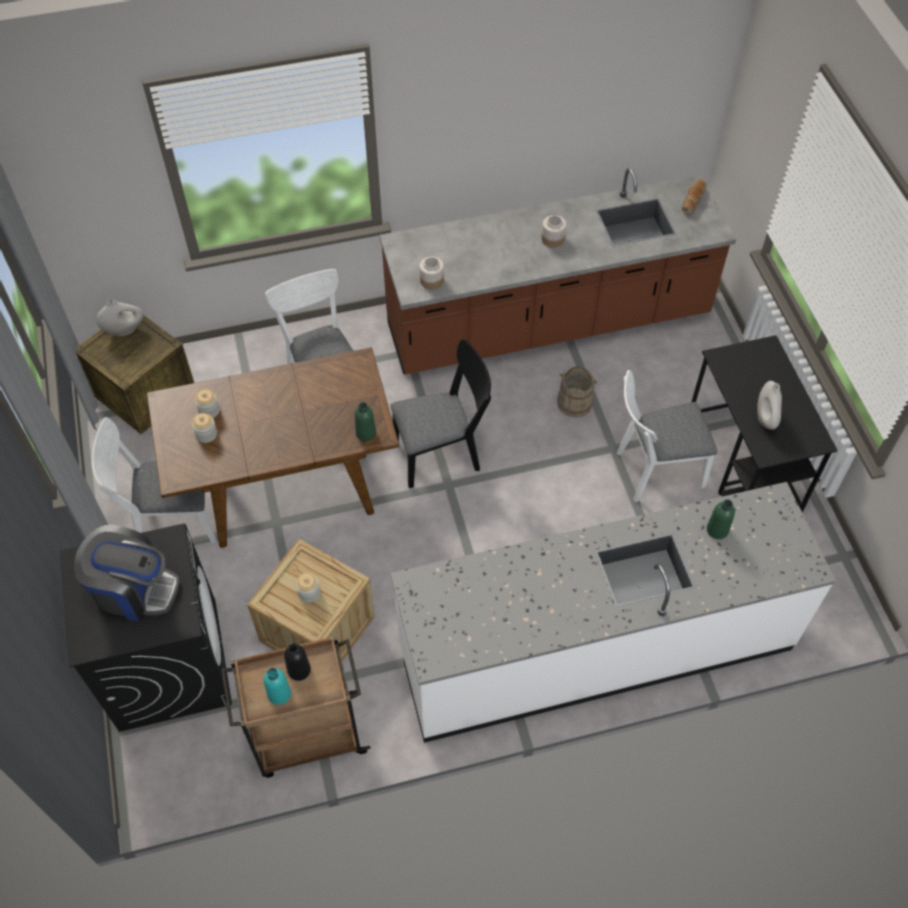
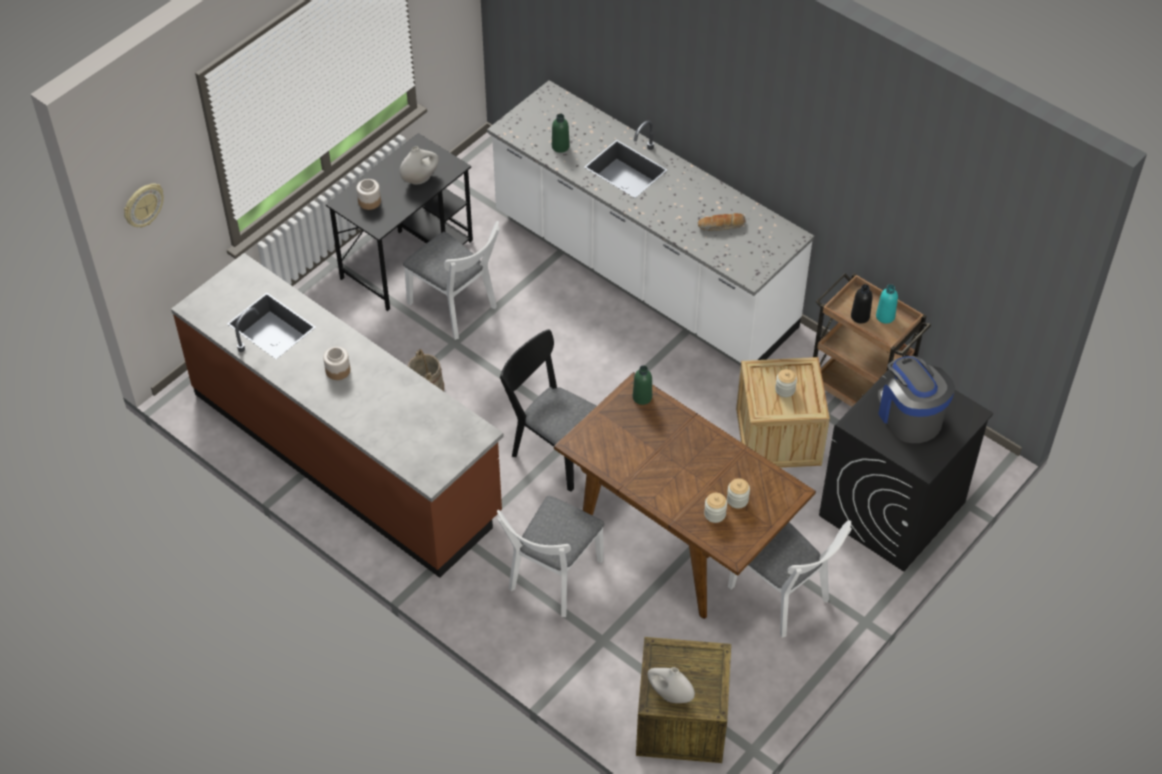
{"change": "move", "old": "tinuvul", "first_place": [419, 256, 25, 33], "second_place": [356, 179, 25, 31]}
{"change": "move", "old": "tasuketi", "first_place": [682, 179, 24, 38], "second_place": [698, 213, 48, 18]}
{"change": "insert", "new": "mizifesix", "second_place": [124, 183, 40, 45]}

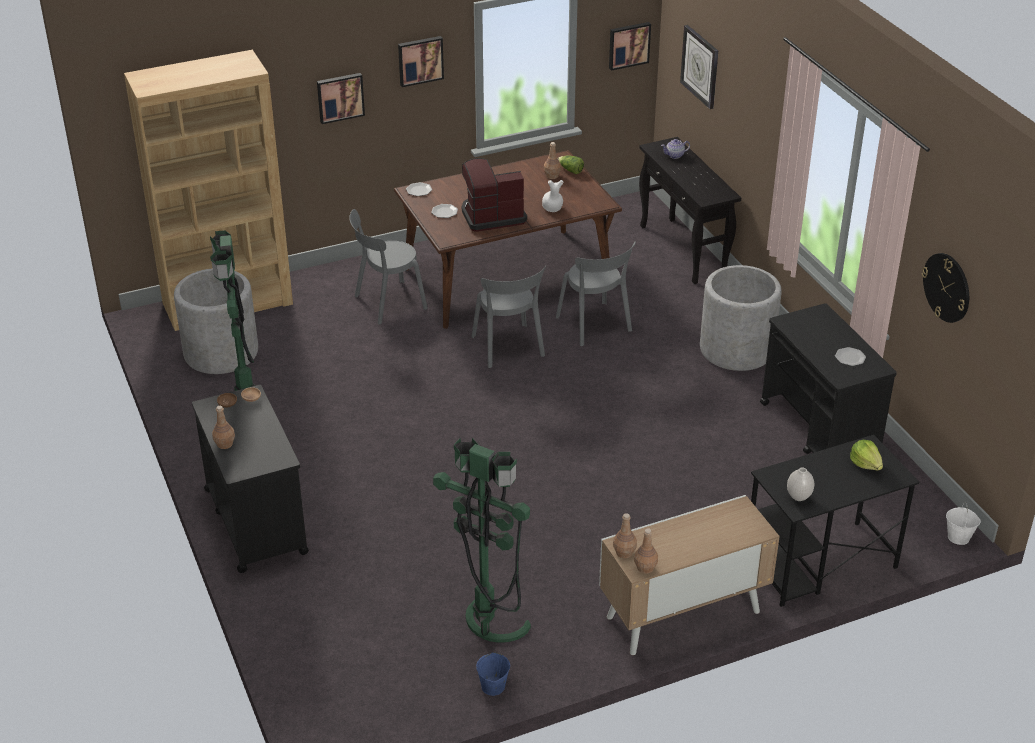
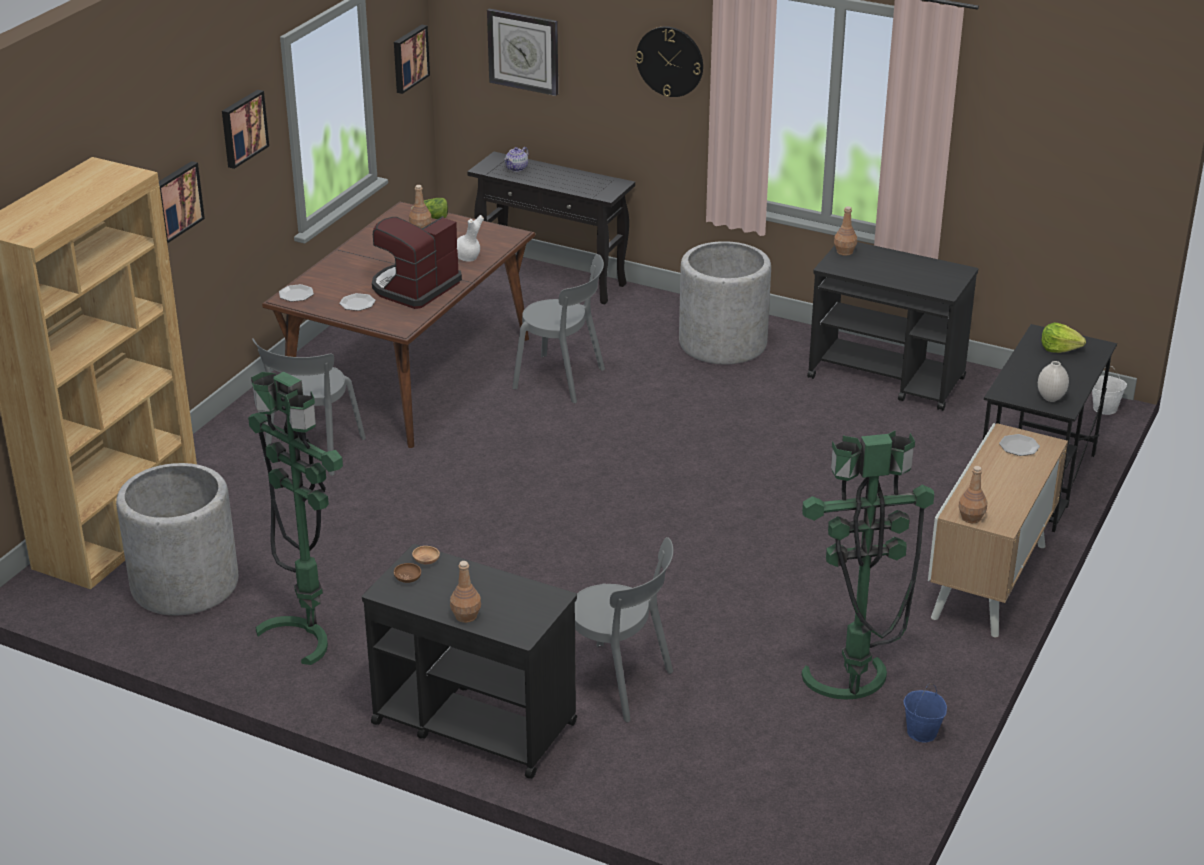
{"change": "move", "old": "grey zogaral", "first_place": [471, 266, 75, 102], "second_place": [575, 537, 98, 185]}
{"change": "move", "old": "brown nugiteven", "first_place": [634, 528, 24, 46], "second_place": [834, 206, 23, 50]}
{"change": "move", "old": "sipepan", "first_place": [835, 347, 31, 19], "second_place": [999, 434, 41, 22]}
{"change": "move", "old": "mizifesix", "first_place": [922, 253, 47, 70], "second_place": [636, 26, 67, 71]}

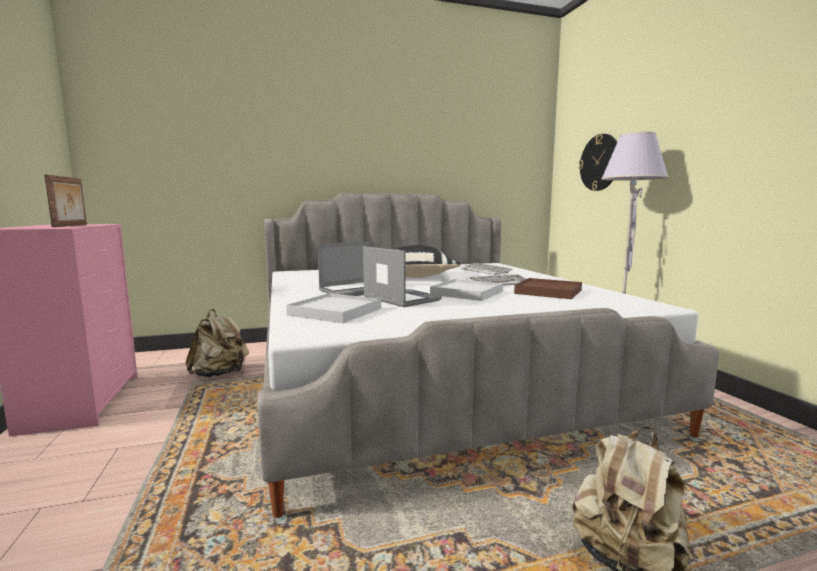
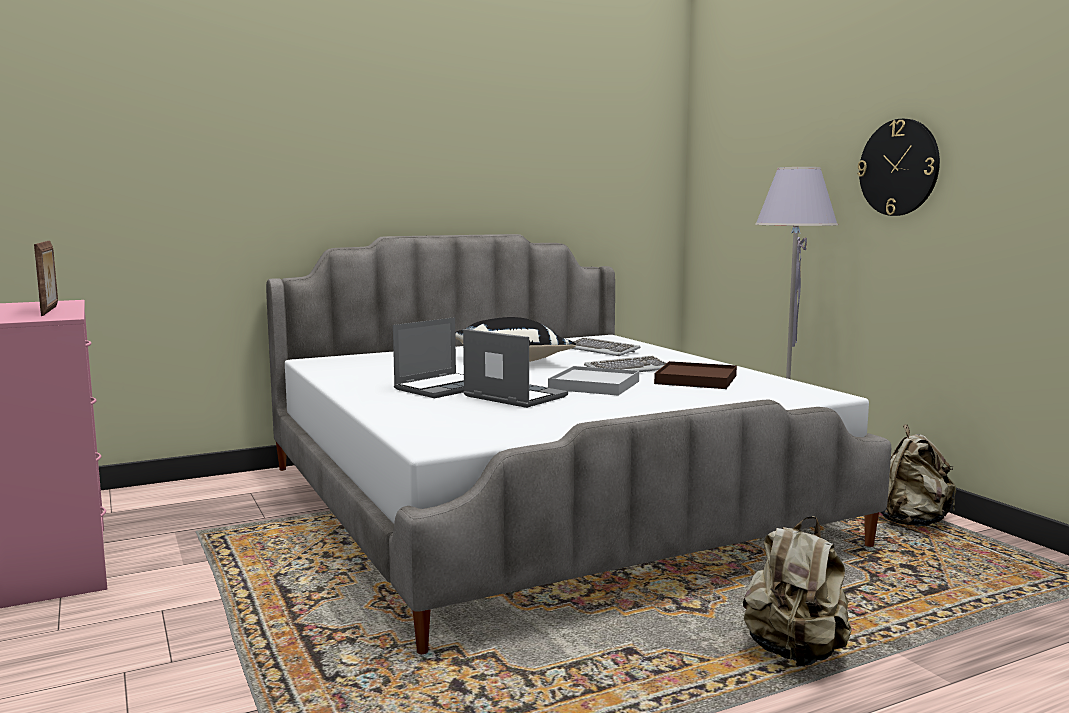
{"change": "move", "old": "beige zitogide", "first_place": [186, 309, 63, 68], "second_place": [880, 424, 76, 103]}
{"change": "delete", "old": "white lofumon", "first_place": [286, 293, 95, 30]}
{"change": "move", "old": "mizifesix", "first_place": [579, 134, 38, 57], "second_place": [857, 119, 83, 97]}

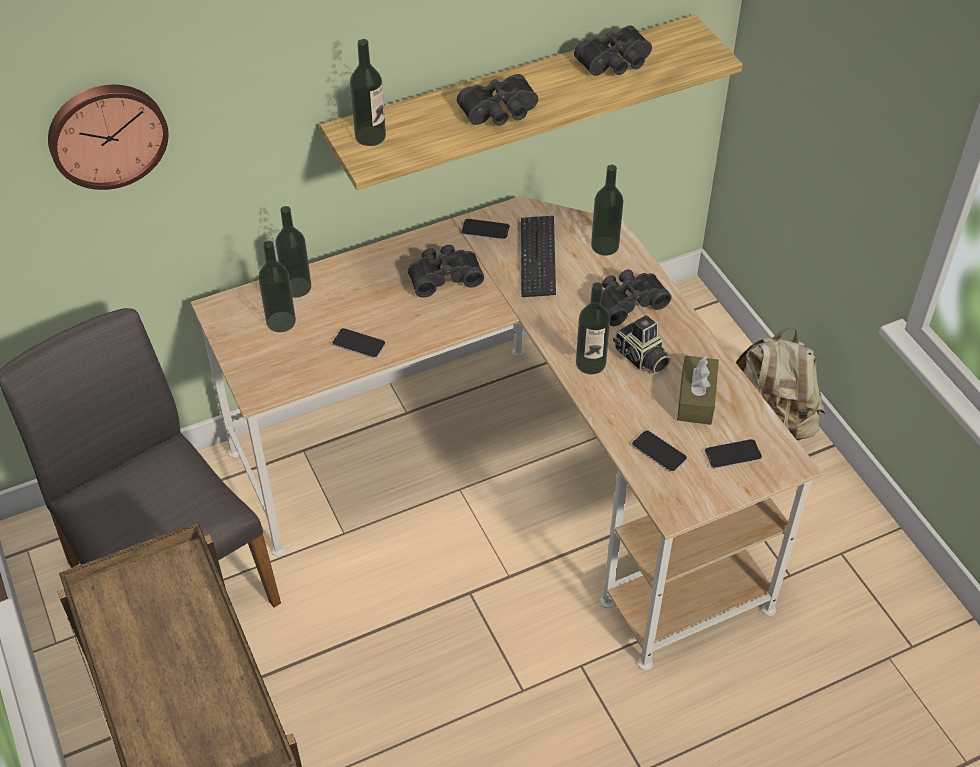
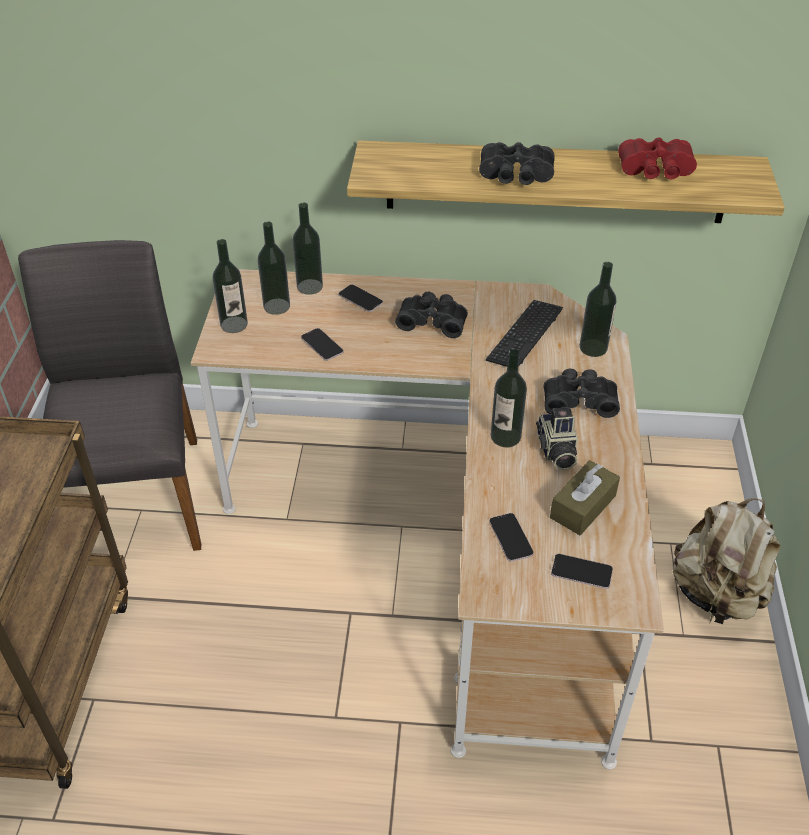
{"change": "delete", "old": "mizifesix", "first_place": [48, 85, 120, 105]}
{"change": "move", "old": "nugiteven", "first_place": [350, 39, 36, 107], "second_place": [213, 239, 35, 94]}
{"change": "move", "old": "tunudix", "first_place": [461, 219, 49, 21], "second_place": [338, 284, 45, 28]}
{"change": "recolor", "old": "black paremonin", "new": "red paremonin", "first_place": [574, 25, 78, 51], "second_place": [618, 137, 79, 43]}

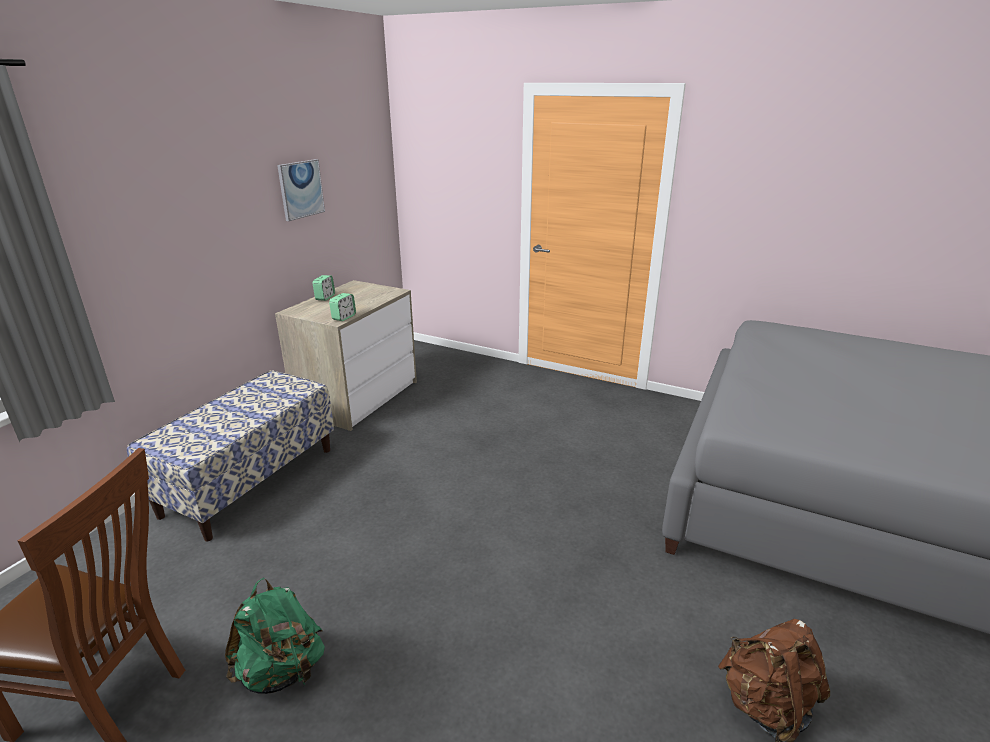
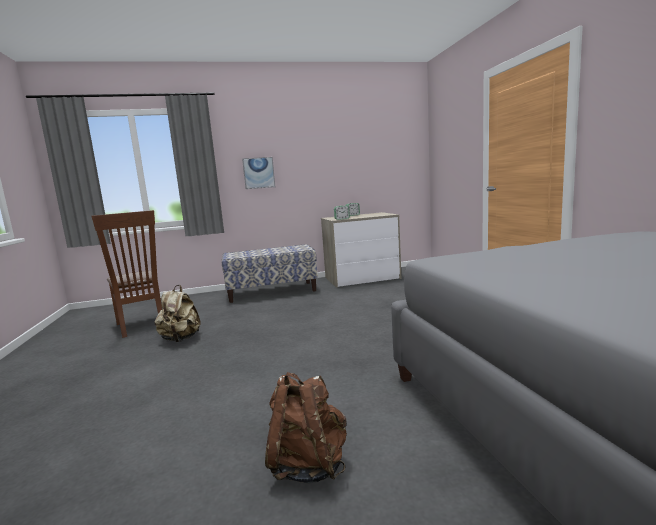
{"change": "recolor", "old": "green zitogide", "new": "beige zitogide", "first_place": [225, 578, 100, 116], "second_place": [154, 285, 47, 57]}
{"change": "move", "old": "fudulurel", "first_place": [277, 159, 48, 62], "second_place": [242, 157, 33, 32]}

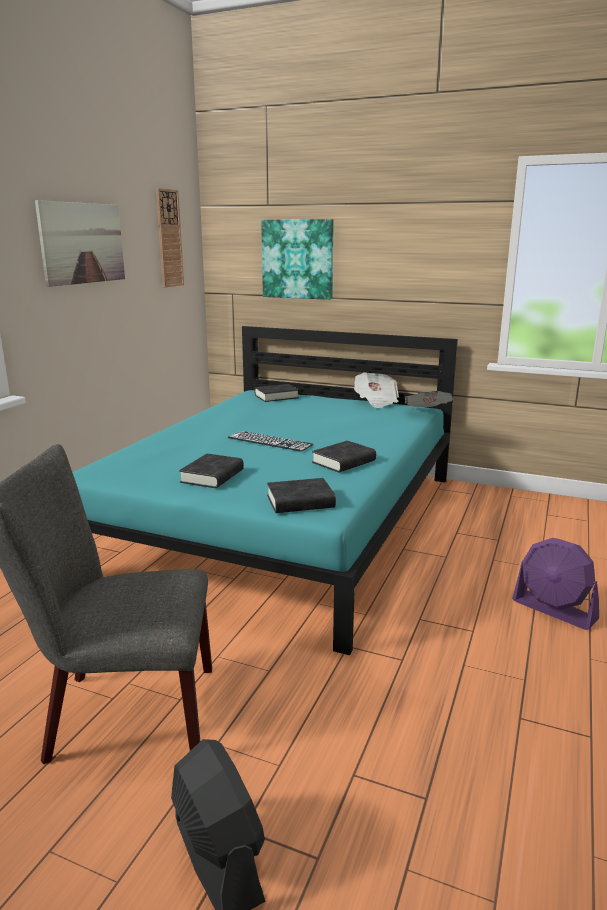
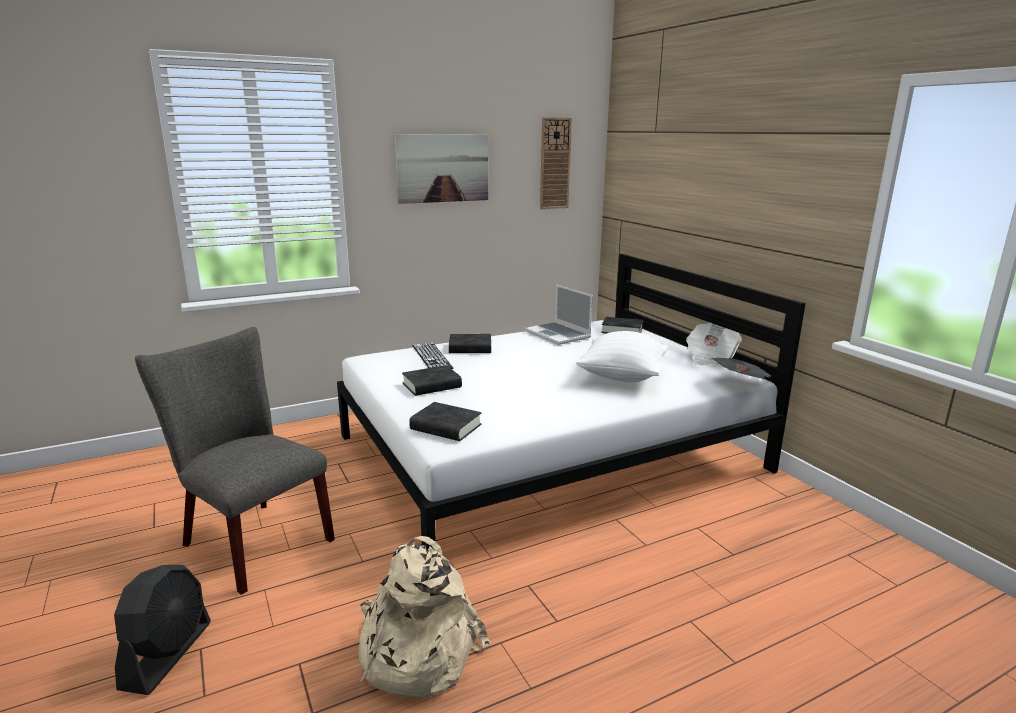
{"change": "recolor", "old": "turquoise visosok", "new": "white visosok", "first_place": [72, 326, 386, 329], "second_place": [337, 254, 469, 296]}
{"change": "move", "old": "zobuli", "first_place": [228, 431, 86, 21], "second_place": [412, 343, 41, 26]}
{"change": "delete", "old": "fudulurel", "first_place": [261, 219, 73, 81]}
{"change": "move", "old": "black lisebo", "first_place": [312, 441, 64, 31], "second_place": [449, 334, 42, 19]}
{"change": "delete", "old": "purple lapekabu", "first_place": [512, 538, 87, 92]}
{"change": "insert", "new": "beige zitogide", "second_place": [358, 536, 131, 162]}
{"change": "insert", "new": "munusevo", "second_place": [525, 285, 68, 60]}
{"change": "insert", "new": "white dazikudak", "second_place": [576, 331, 92, 51]}

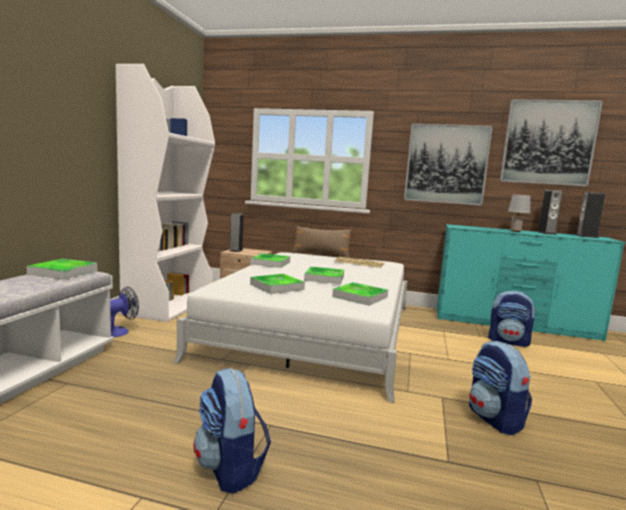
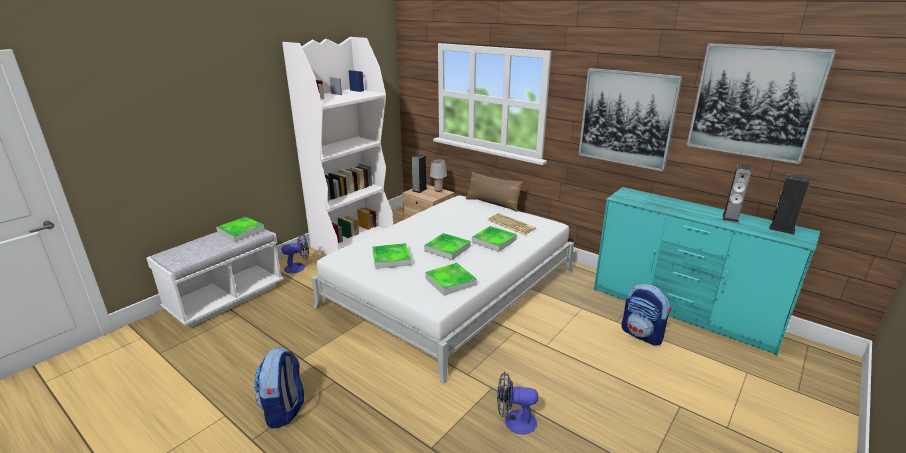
{"change": "move", "old": "lofumon", "first_place": [250, 253, 40, 15], "second_place": [472, 226, 45, 26]}
{"change": "replace", "old": "zitogide", "new": "lapekabu", "first_place": [469, 341, 63, 94], "second_place": [497, 372, 41, 62]}
{"change": "move", "old": "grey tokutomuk", "first_place": [508, 194, 23, 38], "second_place": [430, 159, 17, 33]}

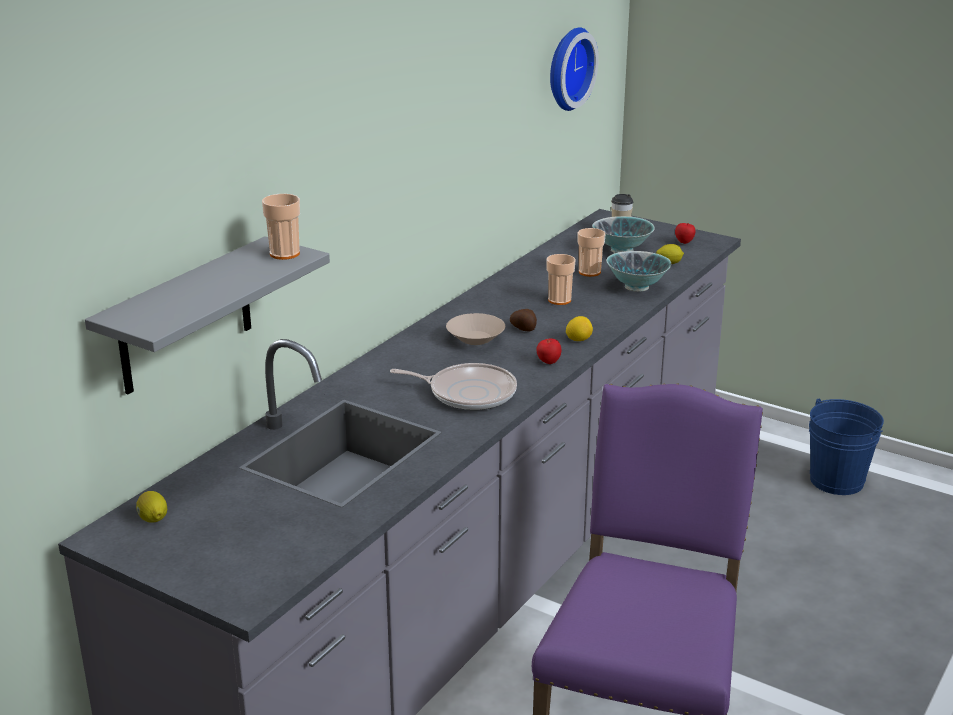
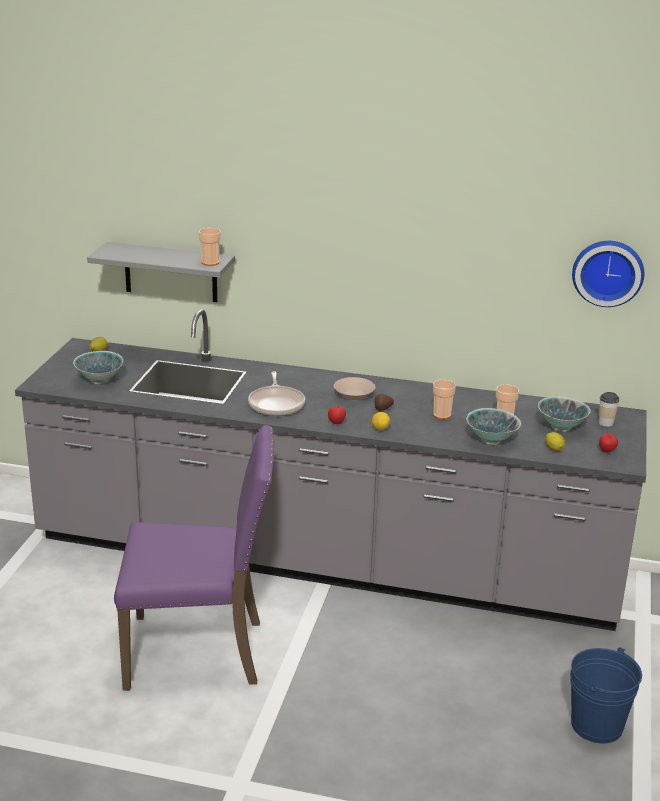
{"change": "insert", "new": "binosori", "second_place": [73, 351, 50, 33]}

